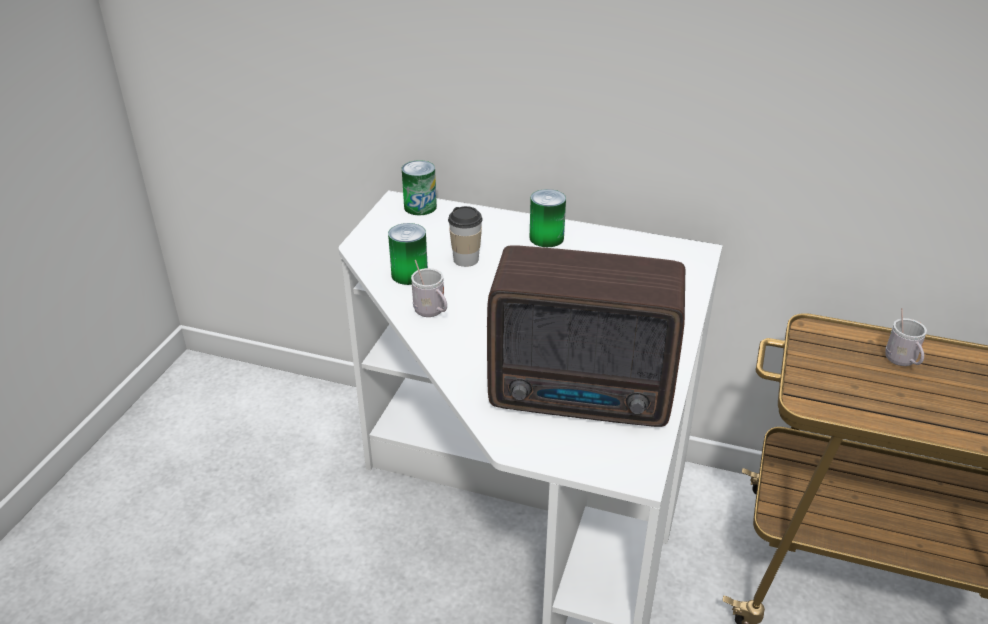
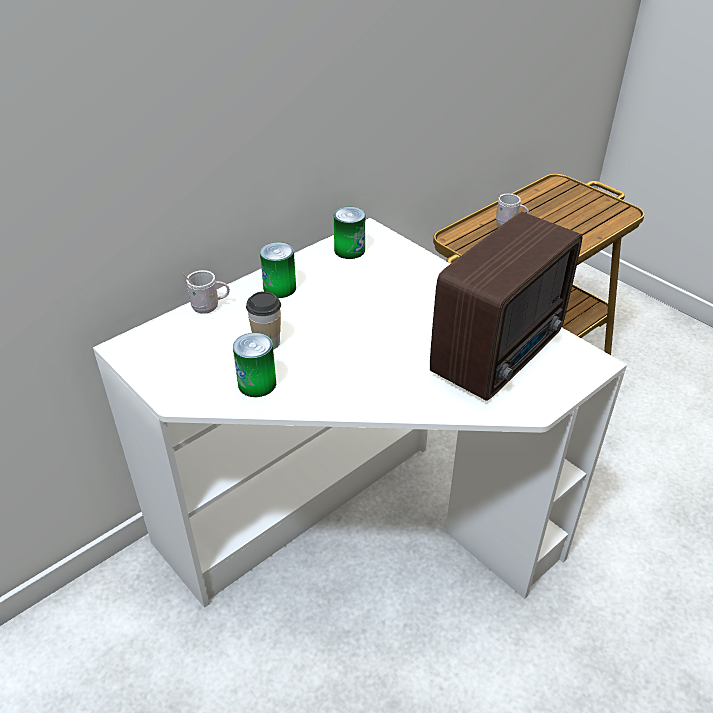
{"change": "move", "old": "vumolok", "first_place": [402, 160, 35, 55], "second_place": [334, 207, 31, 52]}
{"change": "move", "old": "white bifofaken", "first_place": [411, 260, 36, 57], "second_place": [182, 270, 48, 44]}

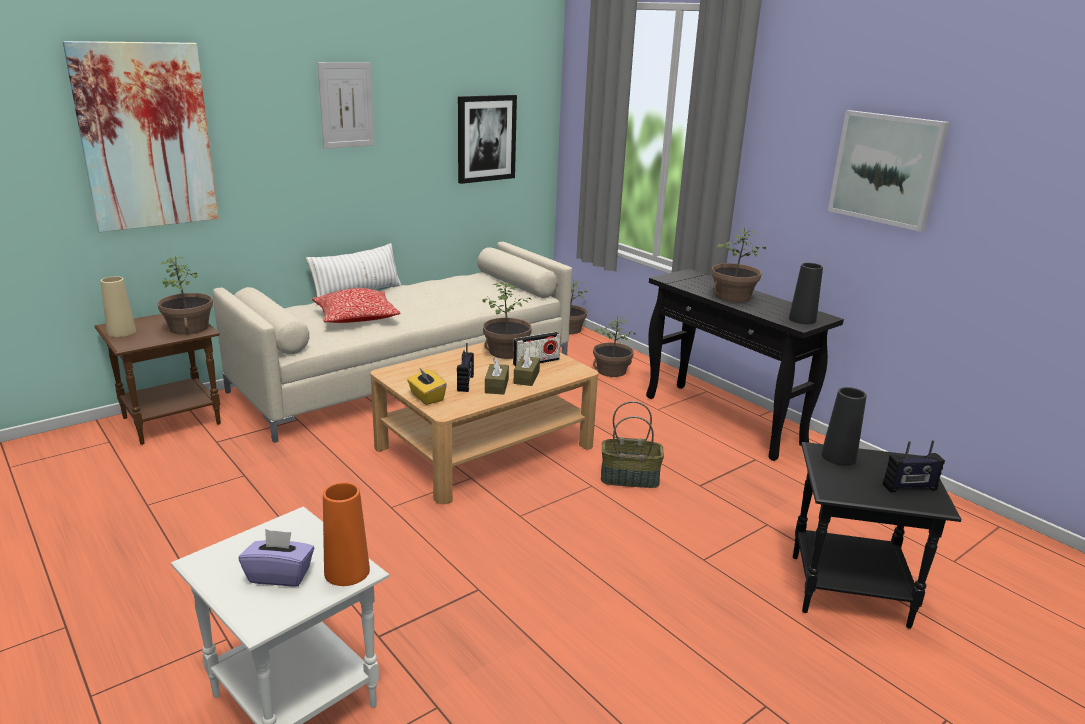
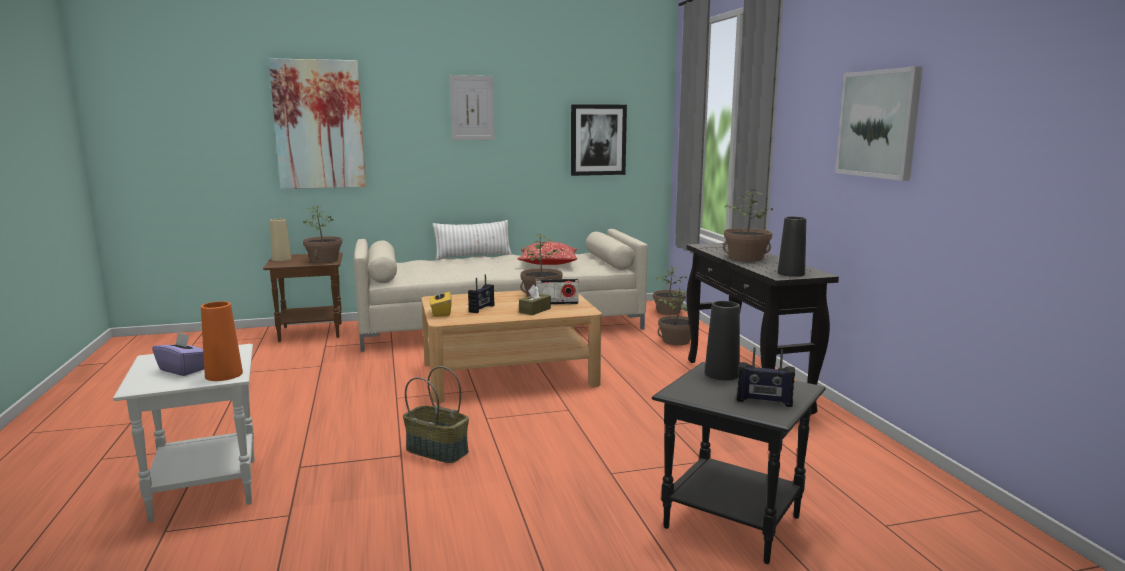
{"change": "move", "old": "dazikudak", "first_place": [312, 288, 88, 35], "second_place": [517, 242, 60, 23]}
{"change": "delete", "old": "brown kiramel", "first_place": [485, 357, 24, 38]}
{"change": "move", "old": "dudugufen", "first_place": [601, 401, 63, 87], "second_place": [403, 366, 66, 97]}

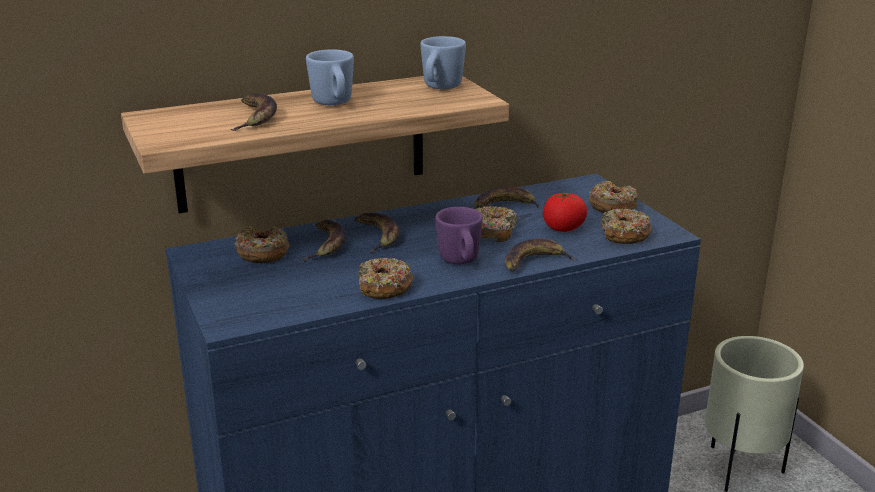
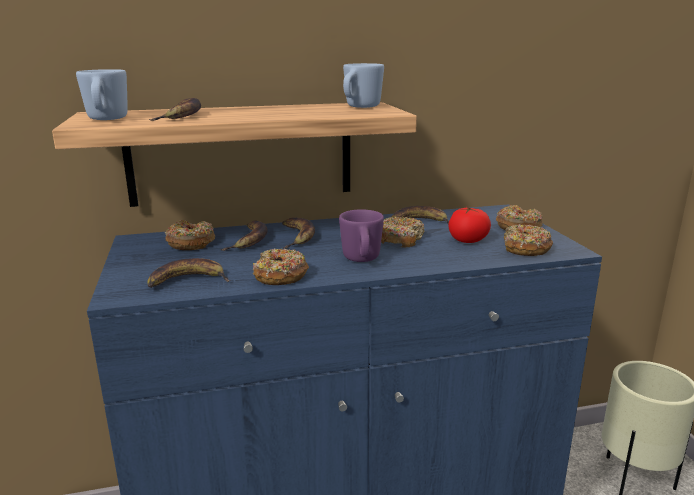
{"change": "move", "old": "blue bifofaken", "first_place": [306, 49, 48, 56], "second_place": [76, 69, 52, 51]}
{"change": "move", "old": "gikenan", "first_place": [505, 239, 72, 33], "second_place": [147, 258, 84, 30]}

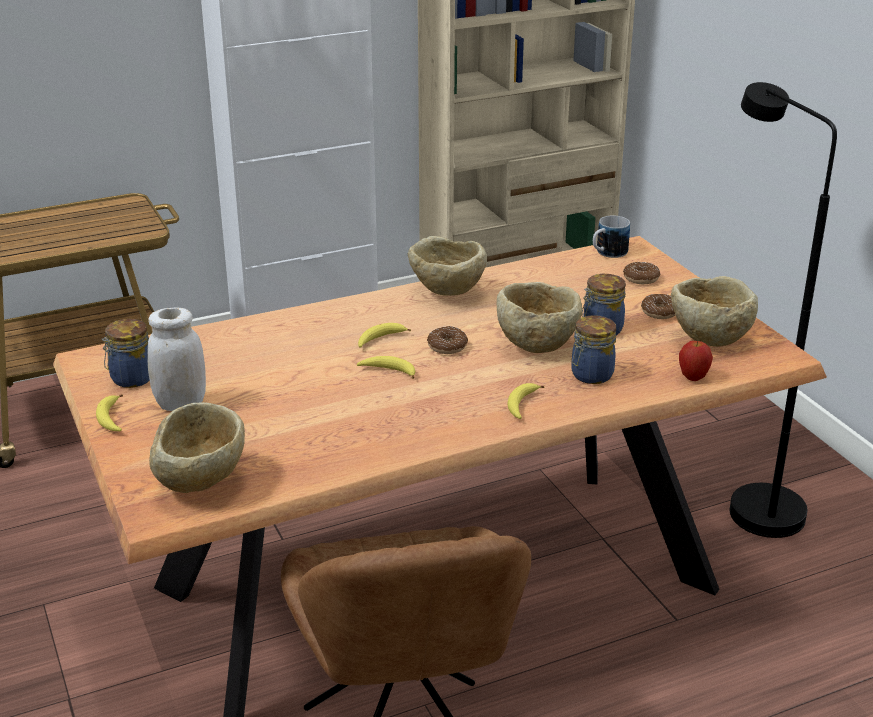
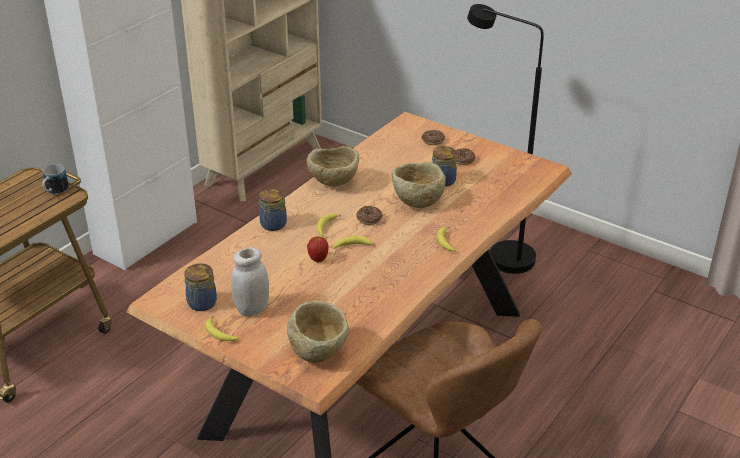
{"change": "move", "old": "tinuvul", "first_place": [571, 315, 45, 69], "second_place": [259, 188, 28, 43]}
{"change": "move", "old": "bifofaken", "first_place": [593, 215, 37, 43], "second_place": [42, 164, 27, 30]}
{"change": "delete", "old": "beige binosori", "first_place": [671, 276, 87, 71]}
{"change": "move", "old": "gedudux", "first_place": [679, 341, 34, 40], "second_place": [307, 236, 22, 26]}

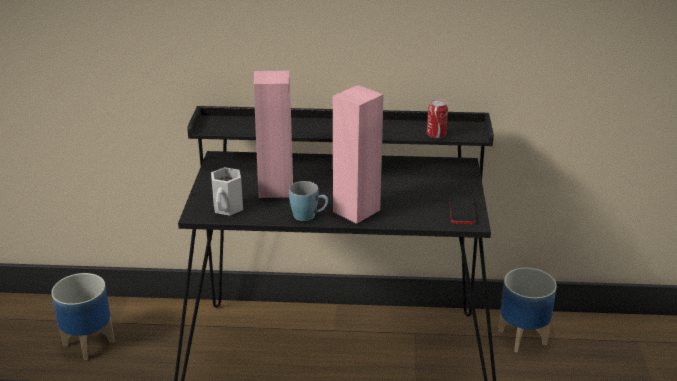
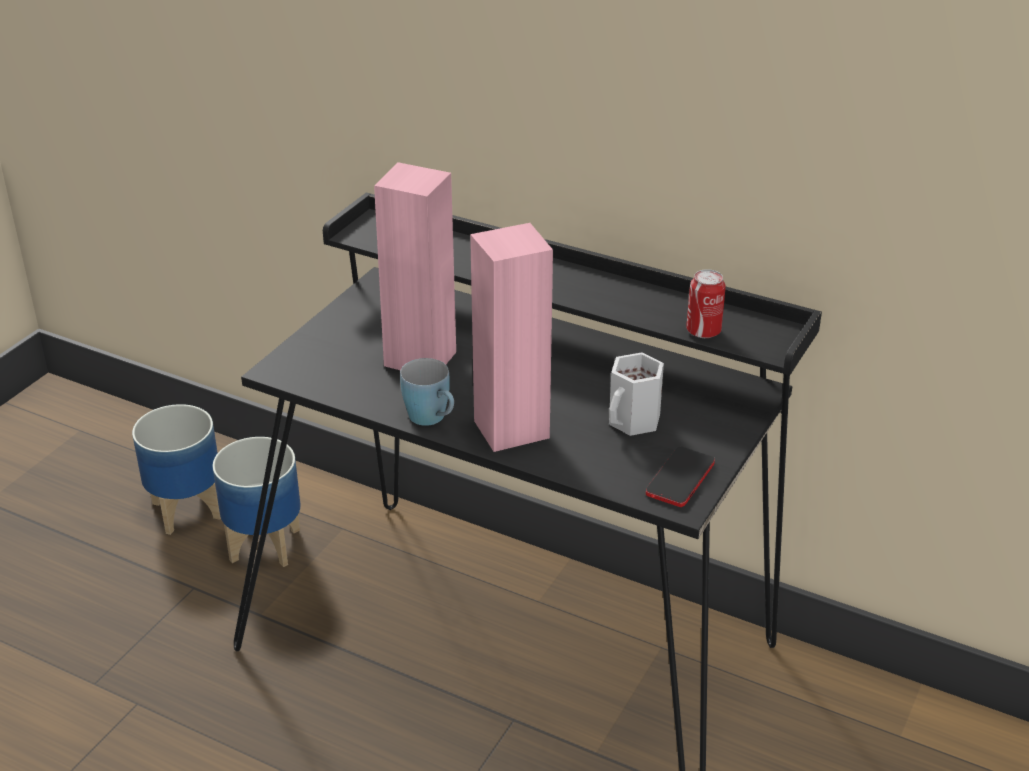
{"change": "move", "old": "white bifofaken", "first_place": [211, 167, 32, 49], "second_place": [609, 352, 55, 84]}
{"change": "move", "old": "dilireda", "first_place": [498, 268, 59, 84], "second_place": [213, 437, 88, 130]}

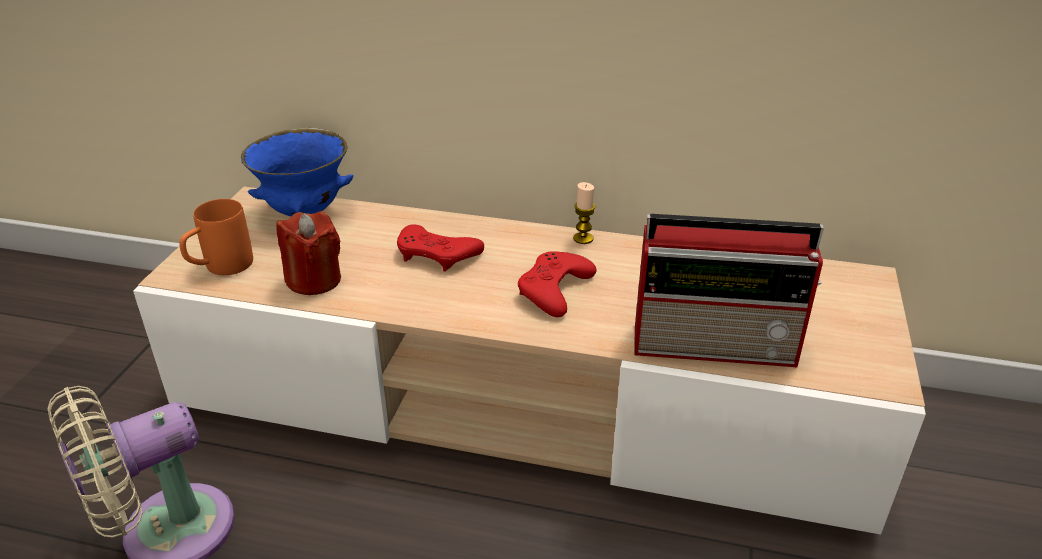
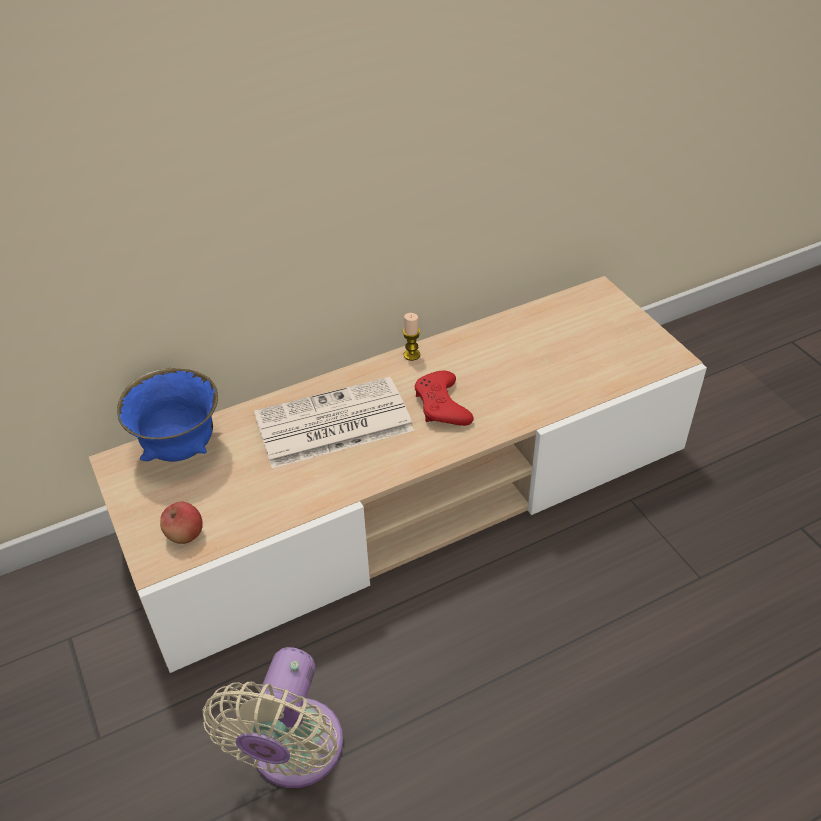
{"change": "replace", "old": "orange bifofaken", "new": "gedudux", "first_place": [179, 199, 74, 76], "second_place": [160, 502, 43, 42]}
{"change": "delete", "old": "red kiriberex", "first_place": [276, 211, 65, 84]}
{"change": "replace", "old": "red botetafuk", "new": "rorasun", "first_place": [397, 224, 87, 47], "second_place": [254, 377, 160, 91]}
{"change": "delete", "old": "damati", "first_place": [634, 214, 190, 153]}

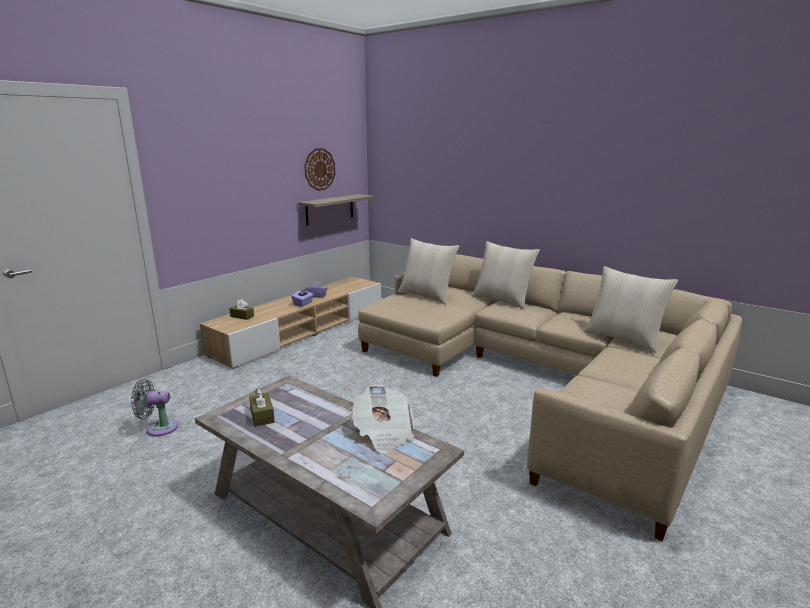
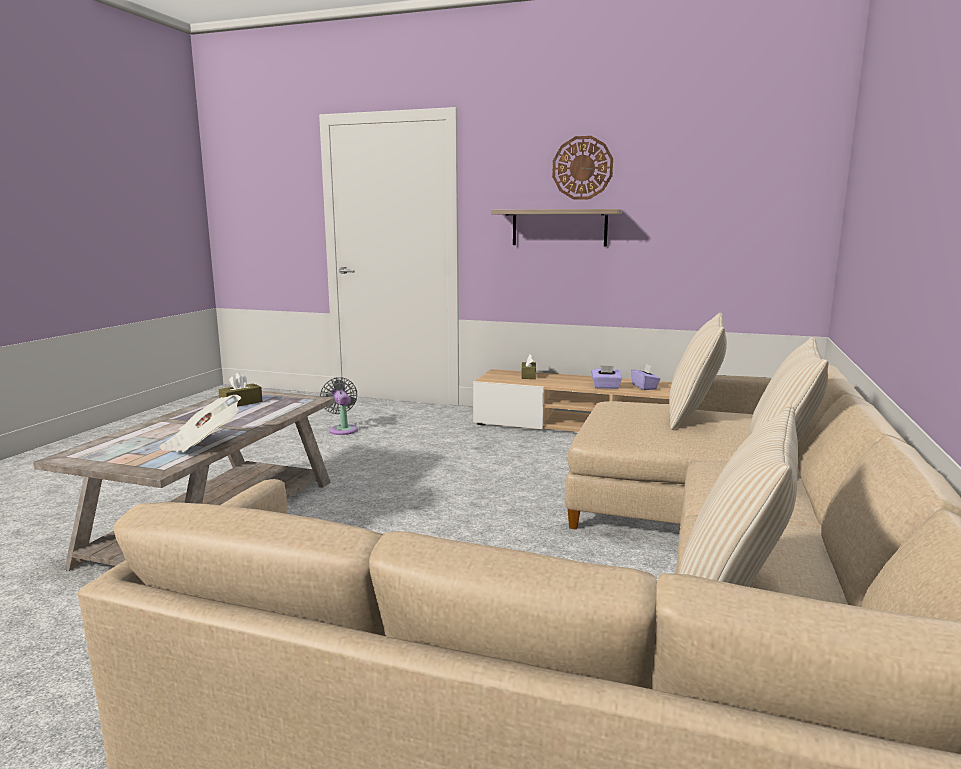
{"change": "move", "old": "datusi", "first_place": [298, 194, 76, 32], "second_place": [491, 209, 131, 37]}
{"change": "move", "old": "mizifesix", "first_place": [304, 148, 31, 43], "second_place": [552, 136, 61, 64]}

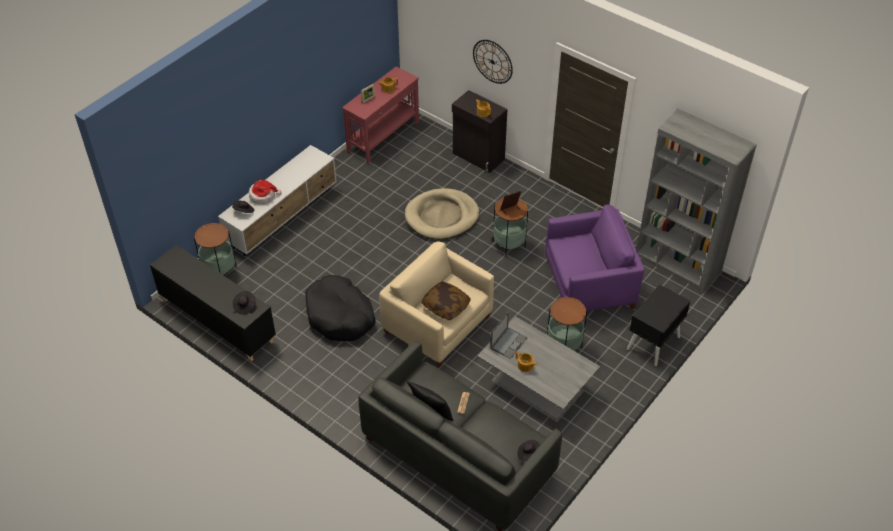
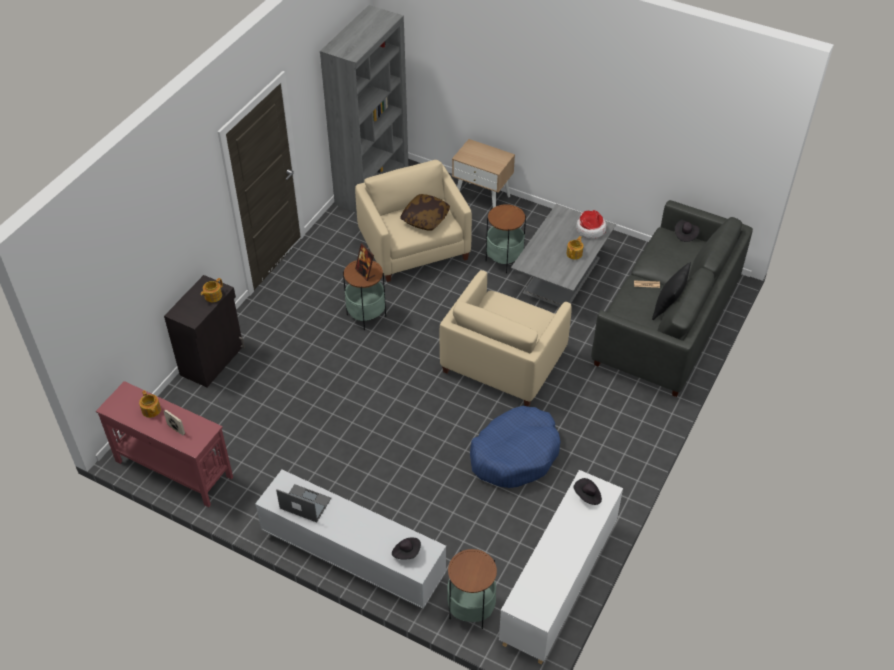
{"change": "recolor", "old": "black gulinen", "new": "white gulinen", "first_place": [150, 245, 126, 116], "second_place": [499, 470, 124, 195]}
{"change": "move", "old": "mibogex", "first_place": [249, 180, 32, 24], "second_place": [576, 210, 30, 29]}
{"change": "recolor", "old": "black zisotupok", "new": "blue zisotupok", "first_place": [305, 275, 71, 66], "second_place": [470, 406, 91, 82]}
{"change": "delete", "old": "beige zisotupok", "first_place": [405, 188, 74, 52]}
{"change": "move", "old": "dazikudak", "first_place": [421, 281, 50, 39], "second_place": [400, 194, 50, 37]}
{"change": "delete", "old": "mizifesix", "first_place": [473, 40, 40, 44]}
{"change": "move", "old": "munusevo", "first_place": [490, 312, 38, 47], "second_place": [276, 484, 55, 38]}
{"change": "recolor", "old": "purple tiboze", "new": "beige tiboze", "first_place": [545, 205, 99, 106], "second_place": [355, 160, 117, 122]}
{"change": "recolor", "old": "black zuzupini", "new": "beige zuzupini", "first_place": [627, 285, 64, 81], "second_place": [452, 139, 63, 69]}

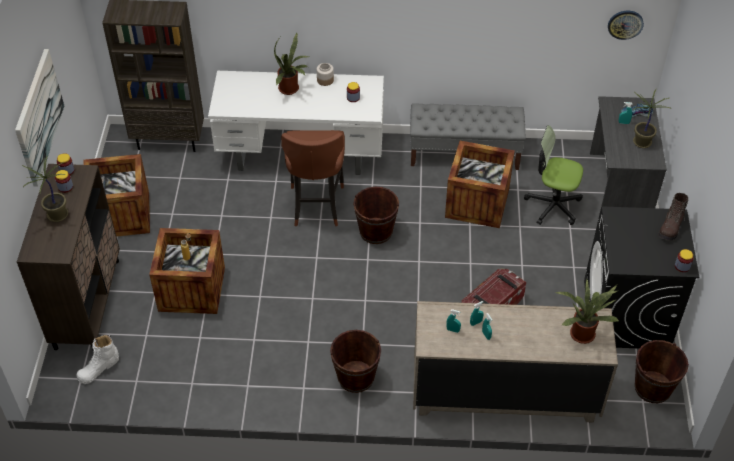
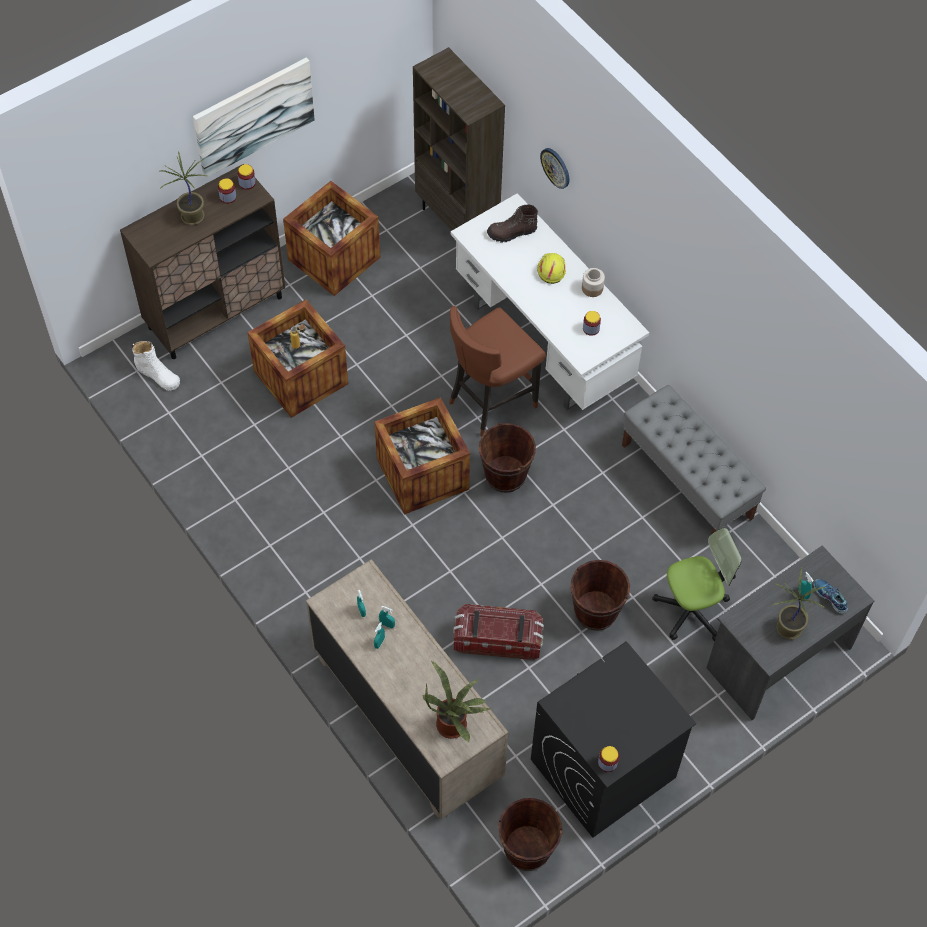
{"change": "rotate", "old": "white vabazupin", "first_place": [76, 335, 43, 49], "second_place": [132, 341, 48, 50], "degrees": -150}
{"change": "replace", "old": "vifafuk", "new": "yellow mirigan", "first_place": [274, 33, 35, 62], "second_place": [537, 253, 29, 31]}
{"change": "move", "old": "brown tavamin", "first_place": [330, 330, 51, 63], "second_place": [570, 560, 60, 71]}
{"change": "move", "old": "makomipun", "first_place": [445, 141, 70, 87], "second_place": [374, 397, 96, 118]}
{"change": "rotate", "old": "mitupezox", "first_place": [524, 125, 59, 100], "second_place": [652, 528, 90, 113], "degrees": 90}
{"change": "move", "old": "mizifesix", "first_place": [608, 11, 36, 29], "second_place": [540, 148, 29, 41]}
{"change": "move", "old": "brown vabazupin", "first_place": [658, 193, 30, 48], "second_place": [487, 204, 51, 39]}

